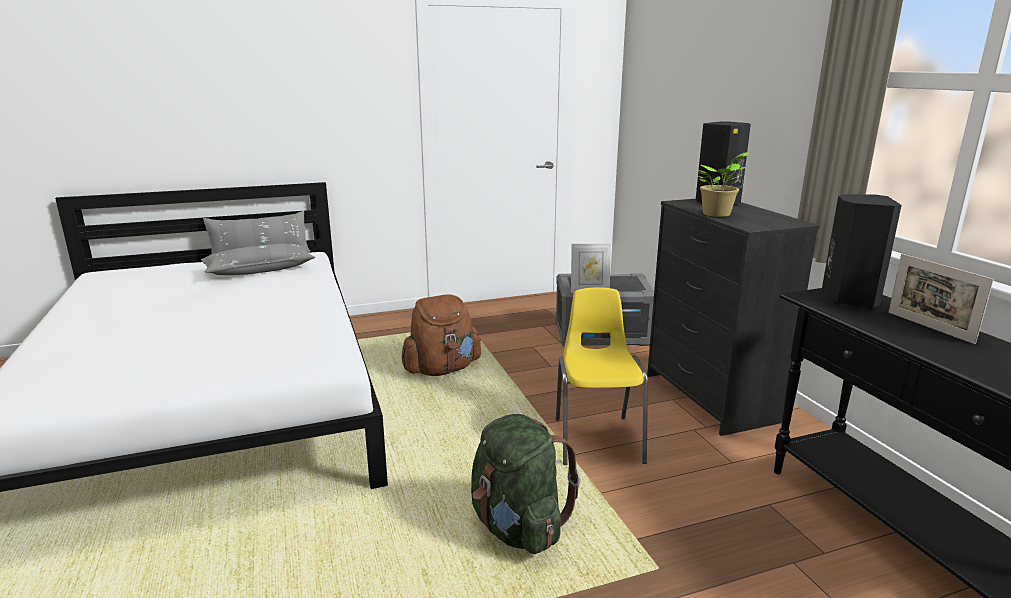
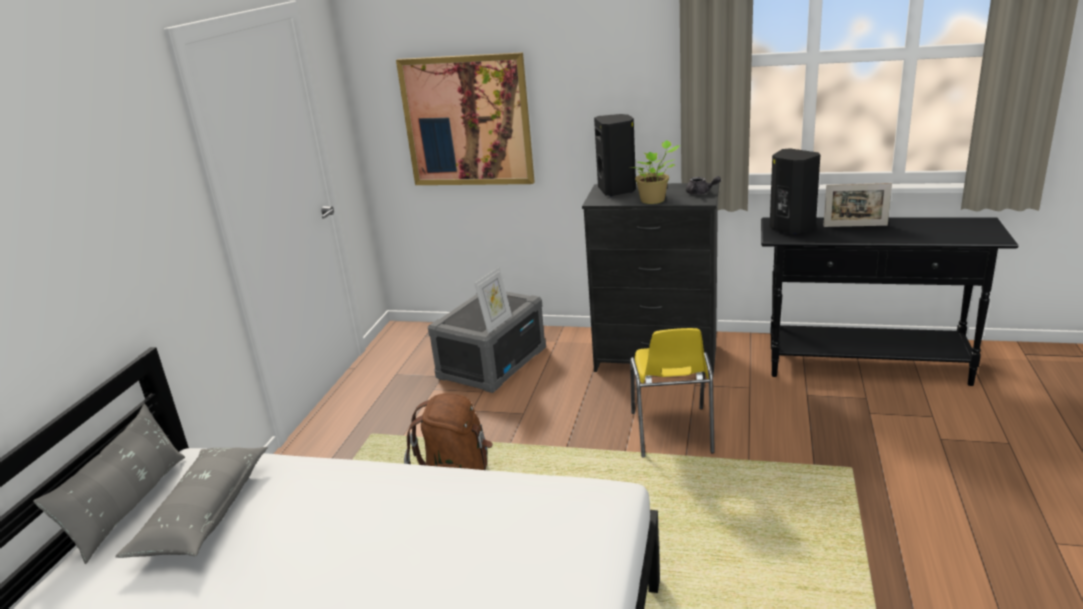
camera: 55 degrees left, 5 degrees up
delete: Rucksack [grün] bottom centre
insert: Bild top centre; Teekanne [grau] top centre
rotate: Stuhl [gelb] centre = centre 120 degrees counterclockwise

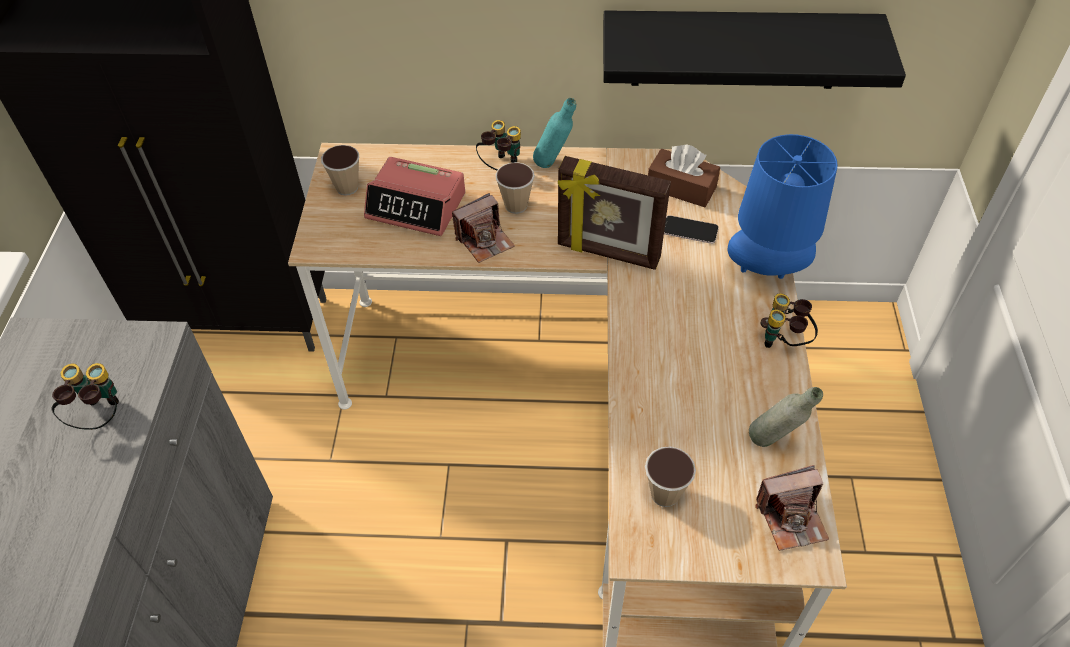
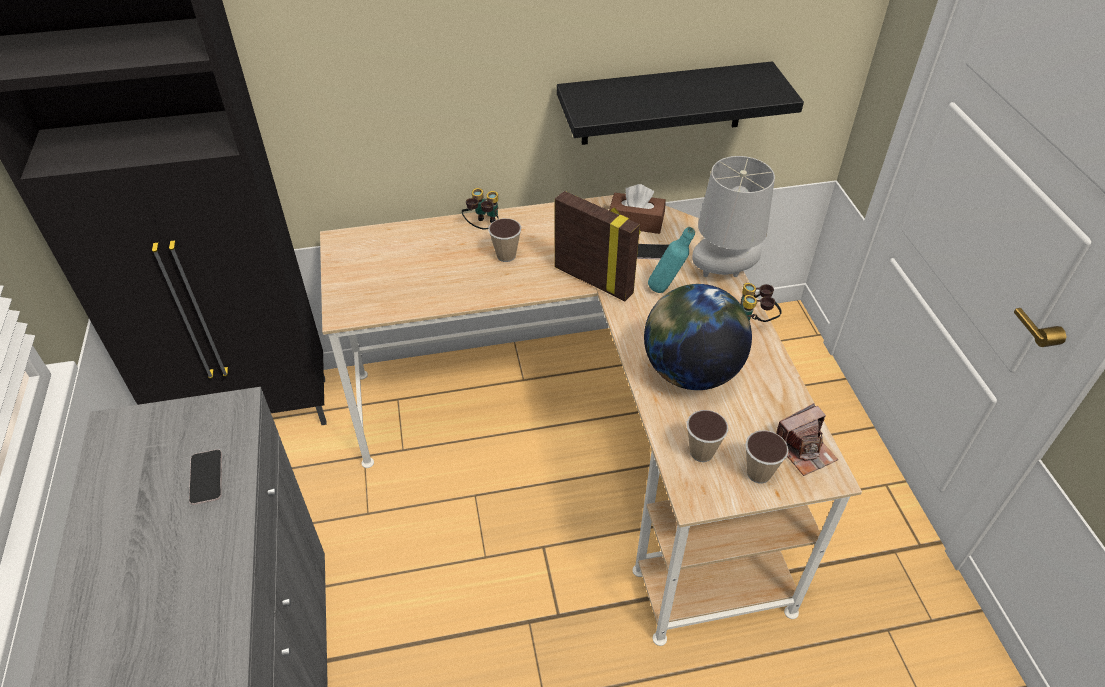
camera: 15 degrees left, 5 degrees down
delete: Wecker top centre; Kamera (1st from left) centre; Flasche [grau] middle right
insert: Globus centre
move: Tasse (1st from left in the first image) top left to Tasse (3rd from left) middle right; Flasche [türkis] top centre to centre
replace: Fernglas (1st from left) middle left to Handy (1st from left) bottom left
recolor: Tischlampe [blau] top right to Tischlampe [grau] top centre
rotate: Bilderrahmen top centre = centre 150 degrees counterclockwise

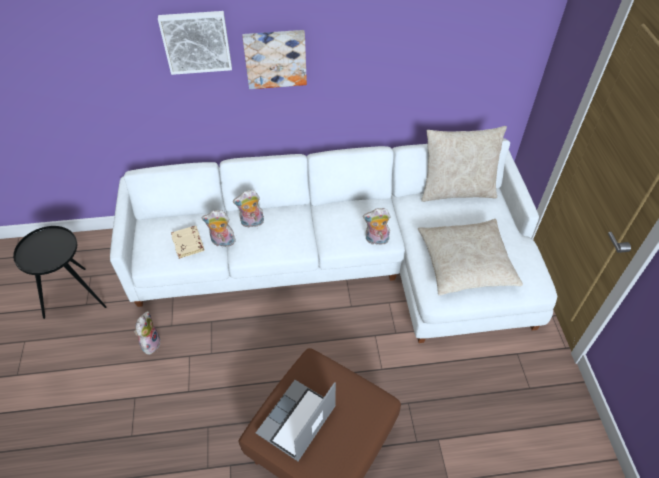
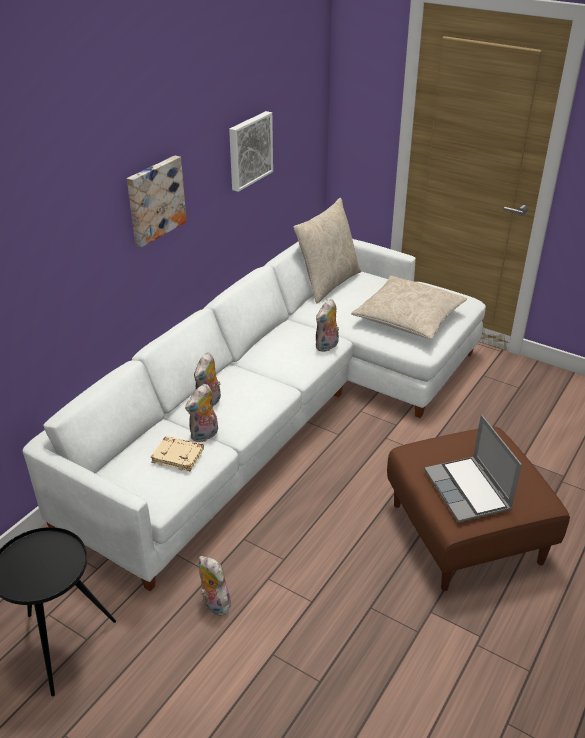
camera: 50 degrees left, 15 degrees down
move: Bild (1st from left in the first image) top left to Bild (2nd from left) top centre

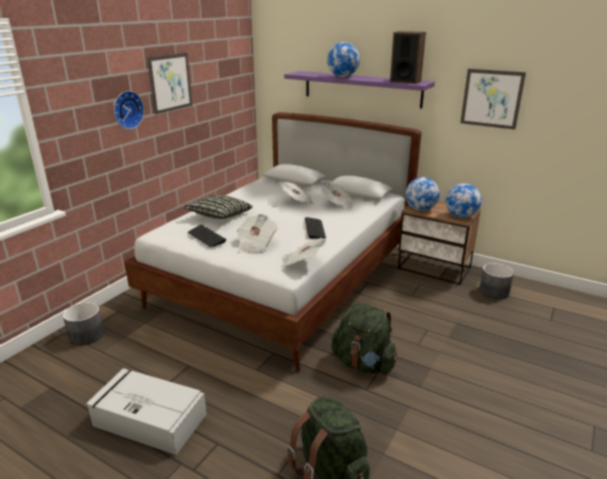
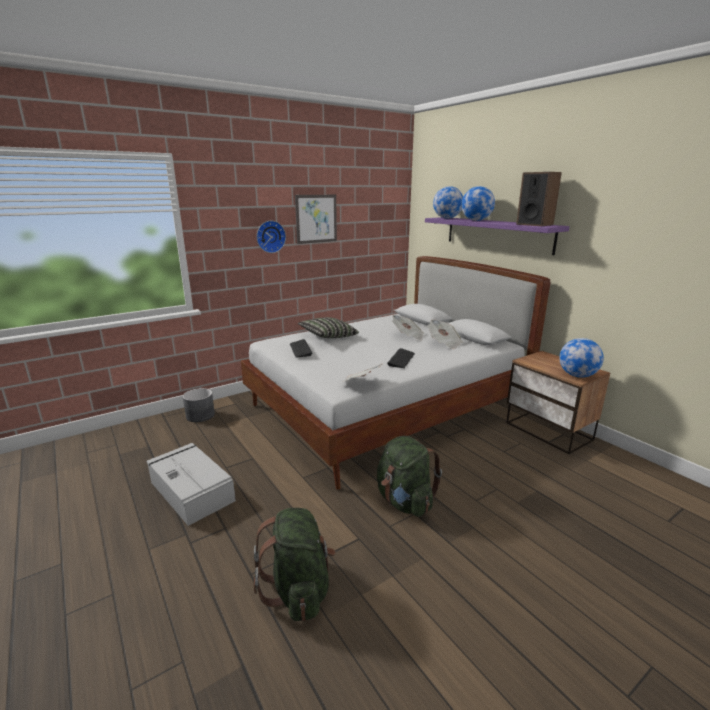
camera: 25 degrees right, 5 degrees down
delete: Zeitung (1st from left) centre; Bild (2nd from left) top right; Pflanzkübel [grau] (2nd from left) middle right
move: Globus (2nd from left in the first image) middle right to Globus (1st from left) top centre

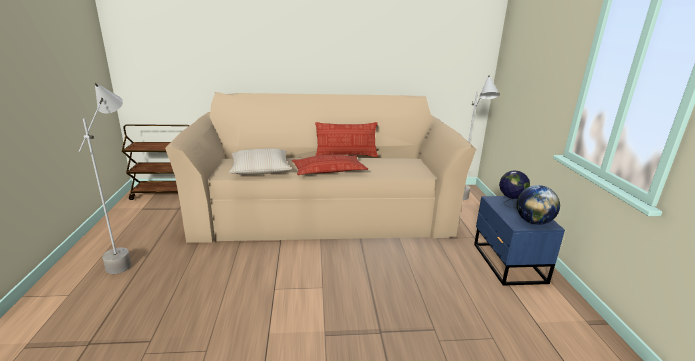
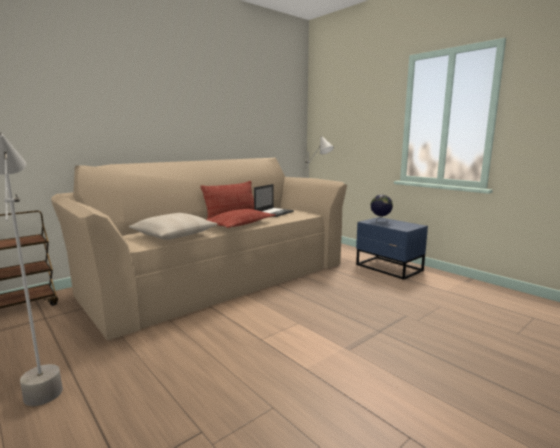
camera: 35 degrees left, 10 degrees down
delete: Globus (2nd from left) middle right
insert: Laptop centre

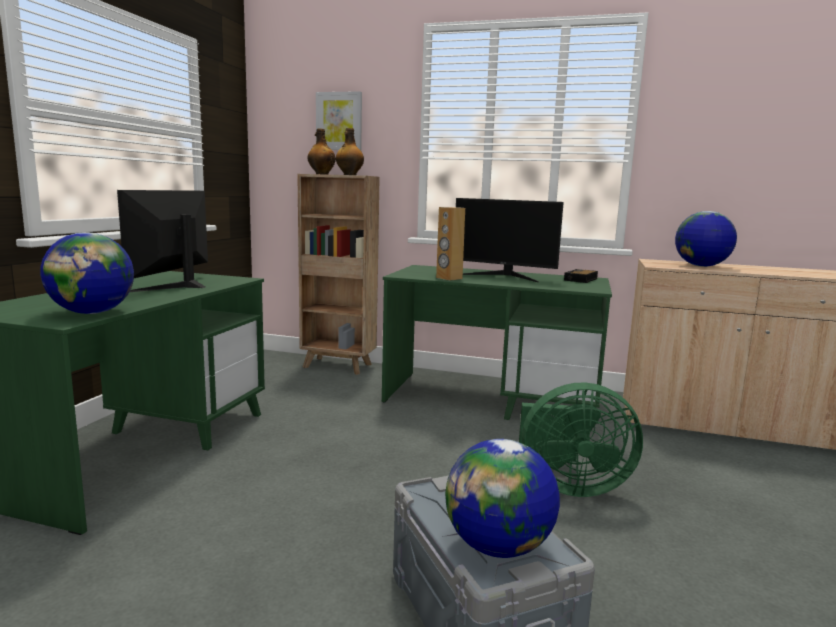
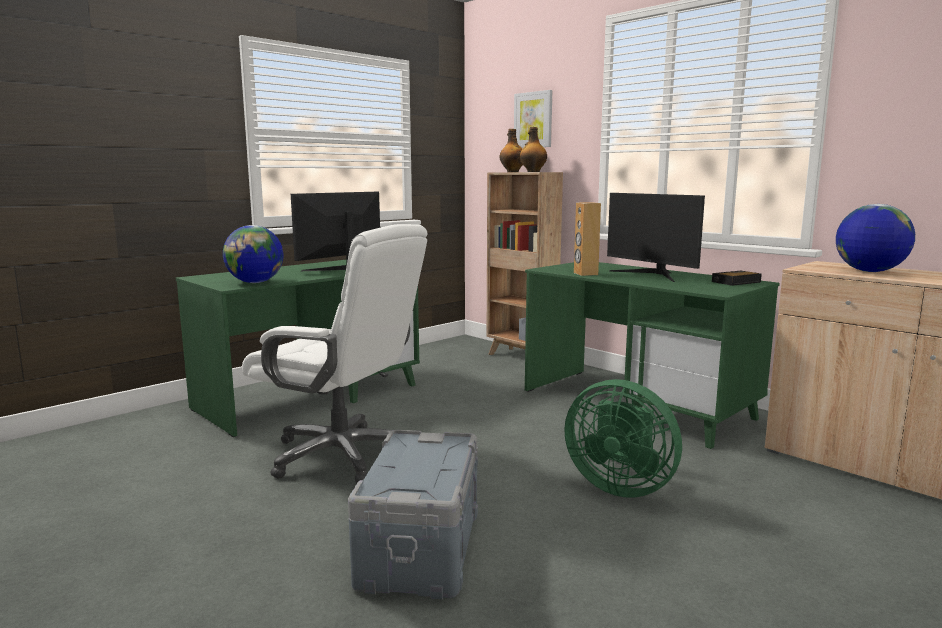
camera: 30 degrees right, 0 degrees up
delete: Globus (2nd from left) bottom centre
insert: Bürostuhl [weiß] centre

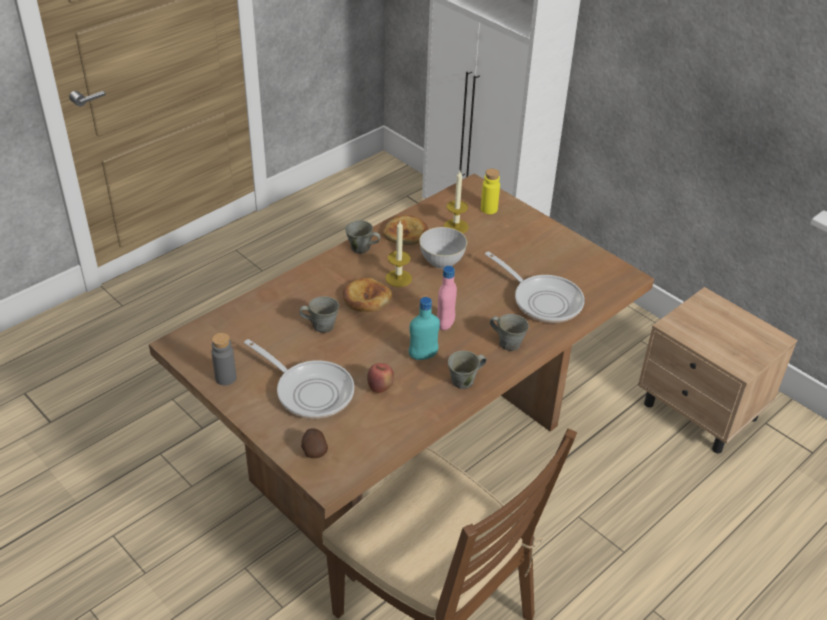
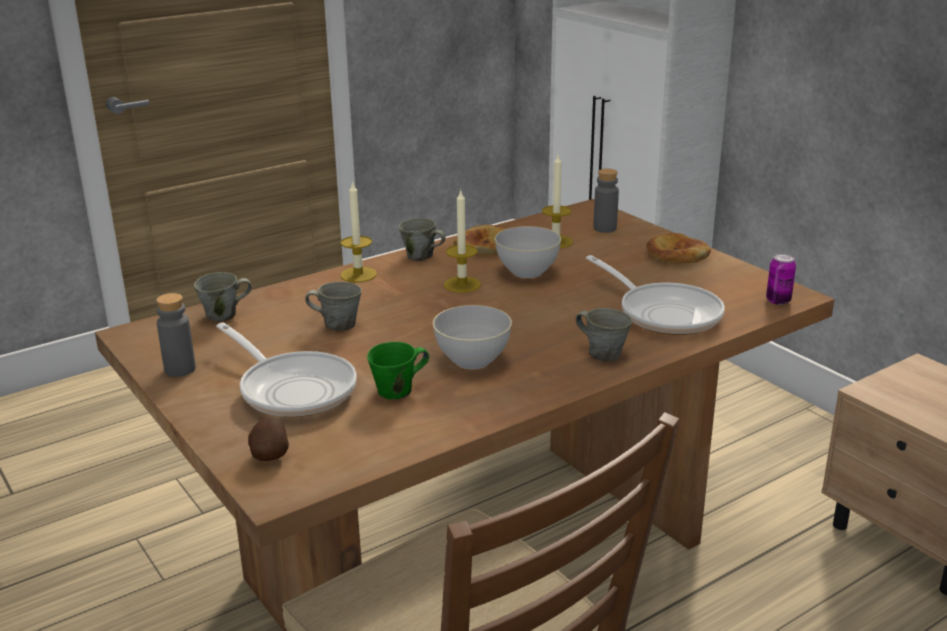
camera: 10 degrees right, 15 degrees down
delete: Flasche [rosa] centre
insert: Kerze (1st from left) centre; Dose middle right
move: Brot (1st from left in the first image) centre to Brot (2nd from left) middle right; Henkelbecher [grau] (3rd from left in the first image) centre to Henkelbecher [grau] (1st from left) middle left
replace: Apfel centre to Henkelbecher [grün] centre; Flasche [türkis] centre to Schüssel [grau] (1st from left) centre
recolor: Flasche [gelb] top centre to Flasche [grau] (2nd from left) top centre

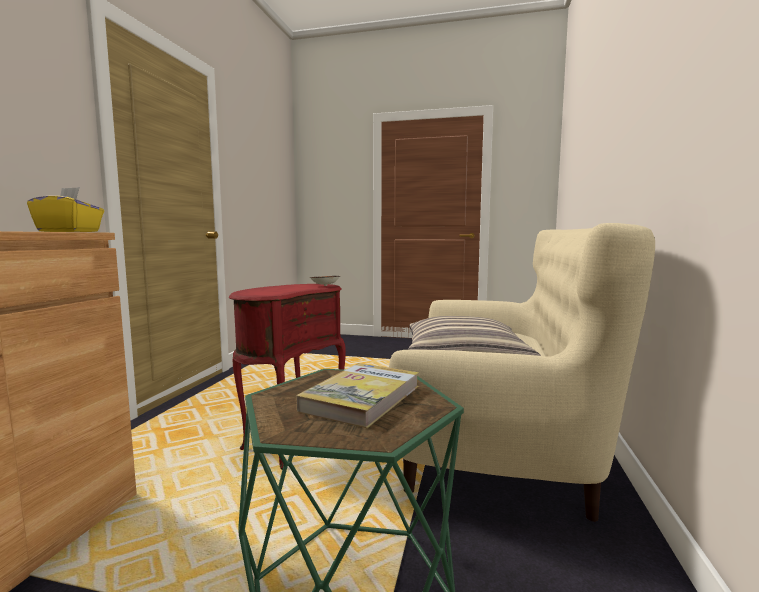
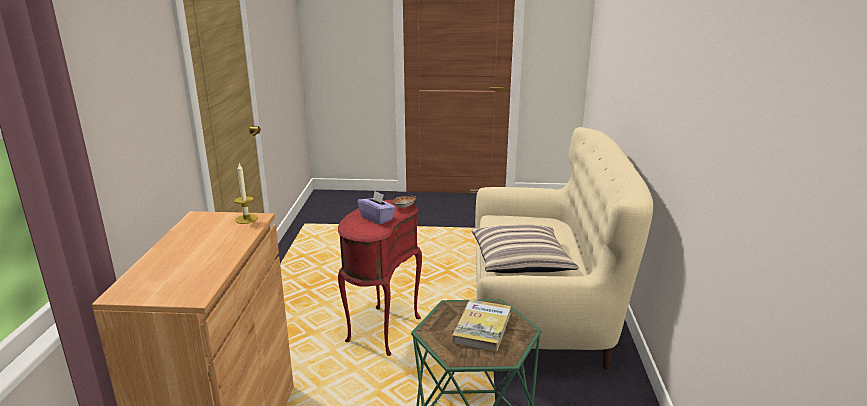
camera: 10 degrees left, 15 degrees up
insert: Taschentuchbox [lila] centre
replace: Taschentuchbox [gelb] middle left to Kerze middle left

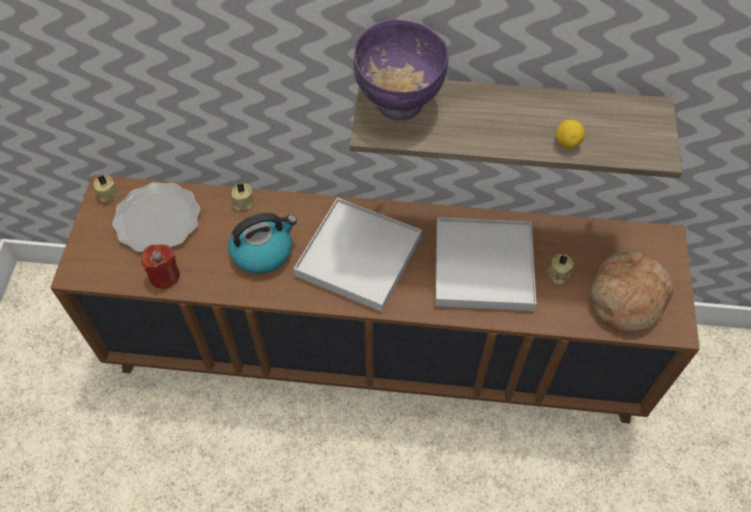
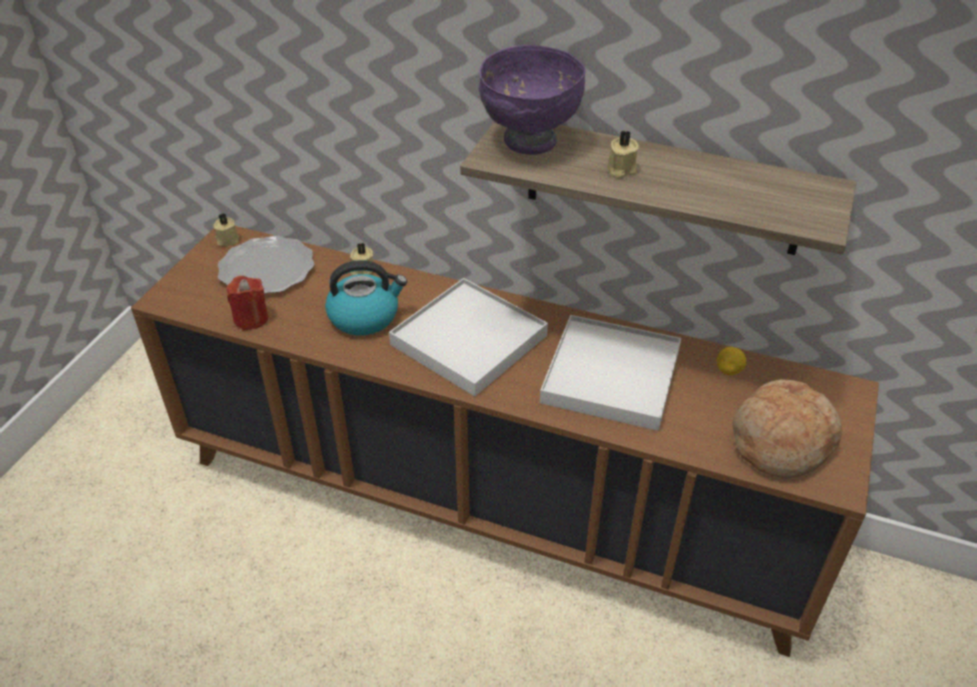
camera: 15 degrees right, 15 degrees down
move: Kerze [beige] (3rd from left) middle right to top centre; Zitrone top right to middle right

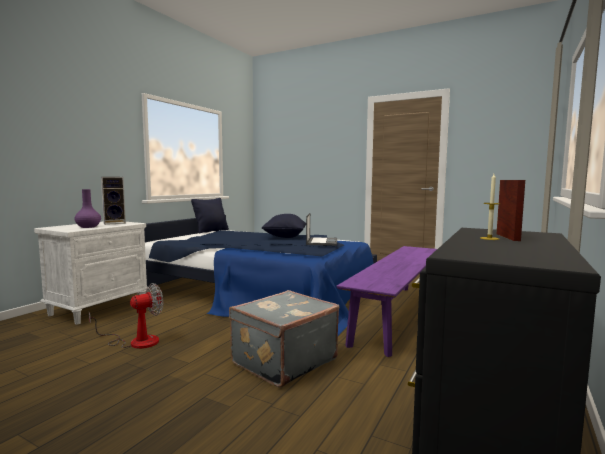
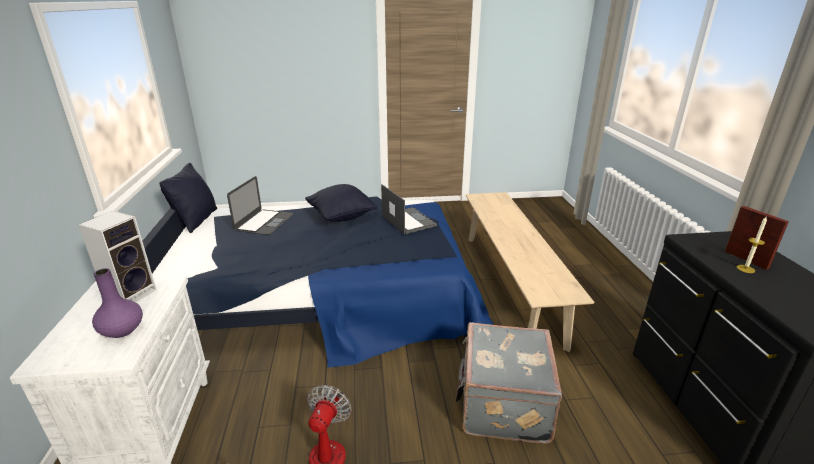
camera: 35 degrees left, 20 degrees up
insert: Laptop (1st from left) middle left
recolor: Bank [lila] centre to Bank [beige] centre

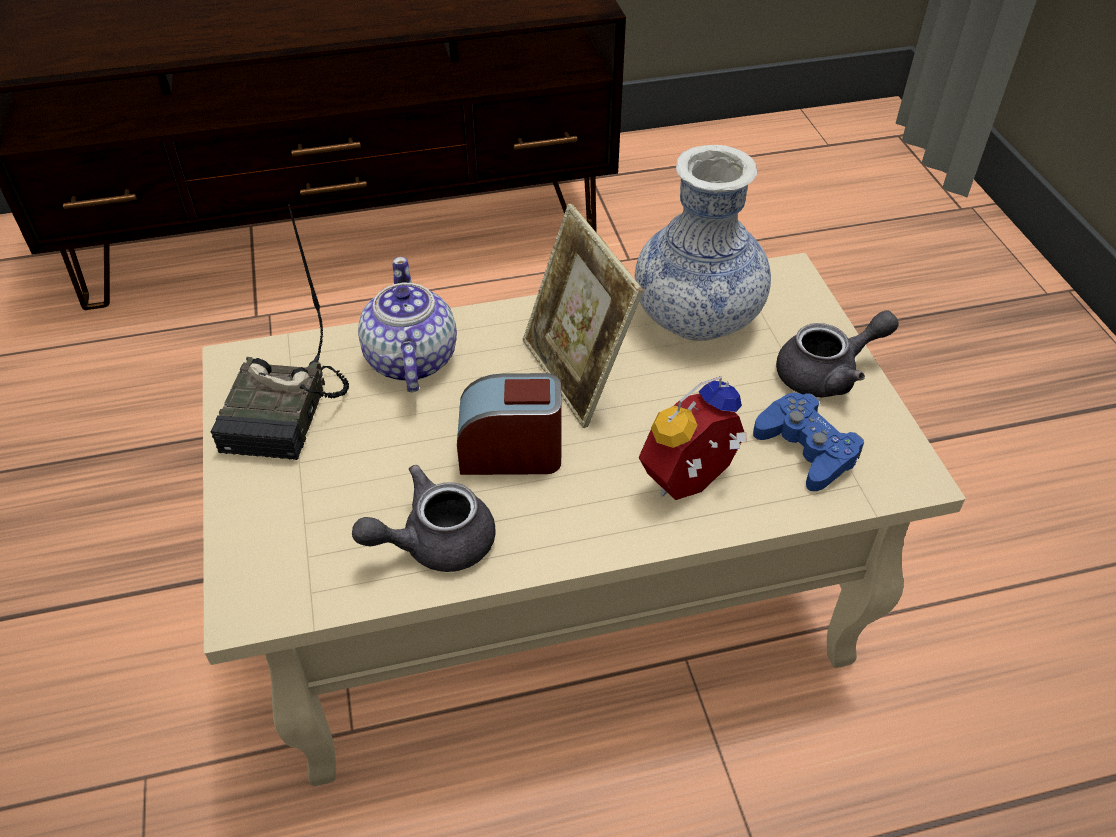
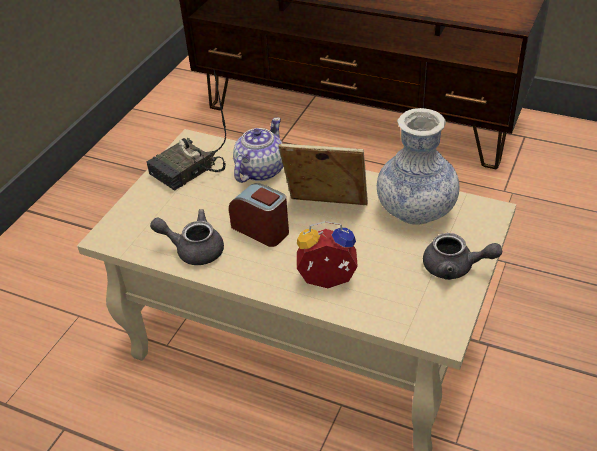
camera: 40 degrees right, 5 degrees down
delete: Gamepad [blau] middle right
rotate: Bilderrahmen centre = centre 90 degrees clockwise

